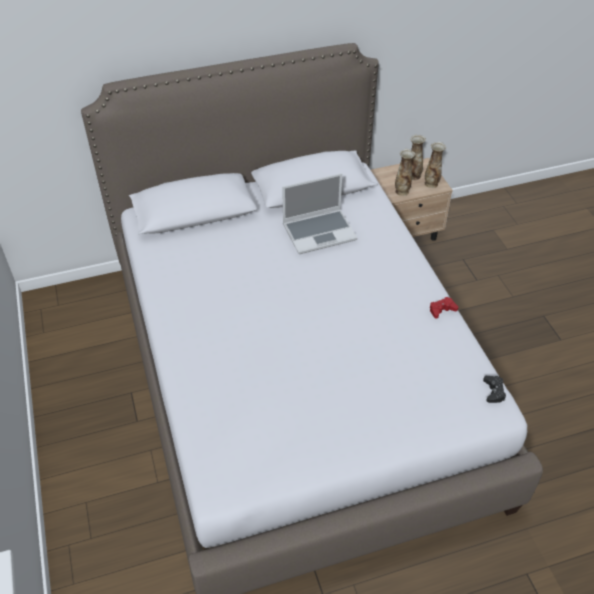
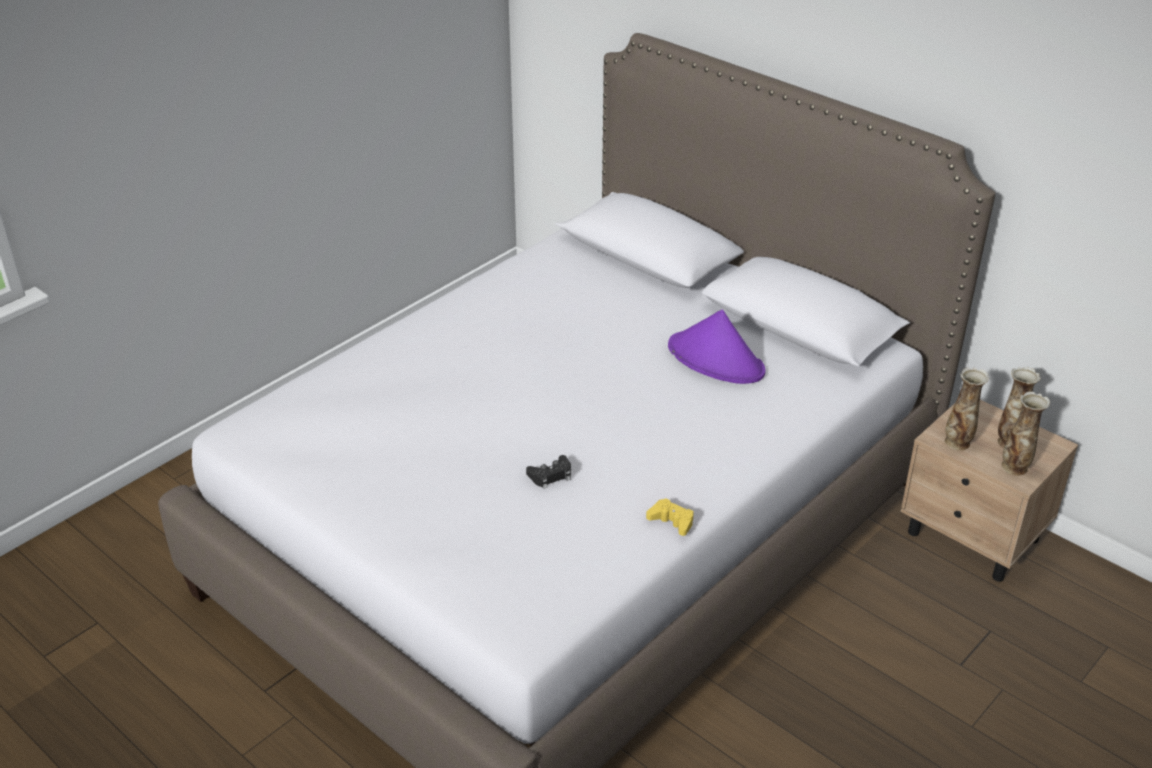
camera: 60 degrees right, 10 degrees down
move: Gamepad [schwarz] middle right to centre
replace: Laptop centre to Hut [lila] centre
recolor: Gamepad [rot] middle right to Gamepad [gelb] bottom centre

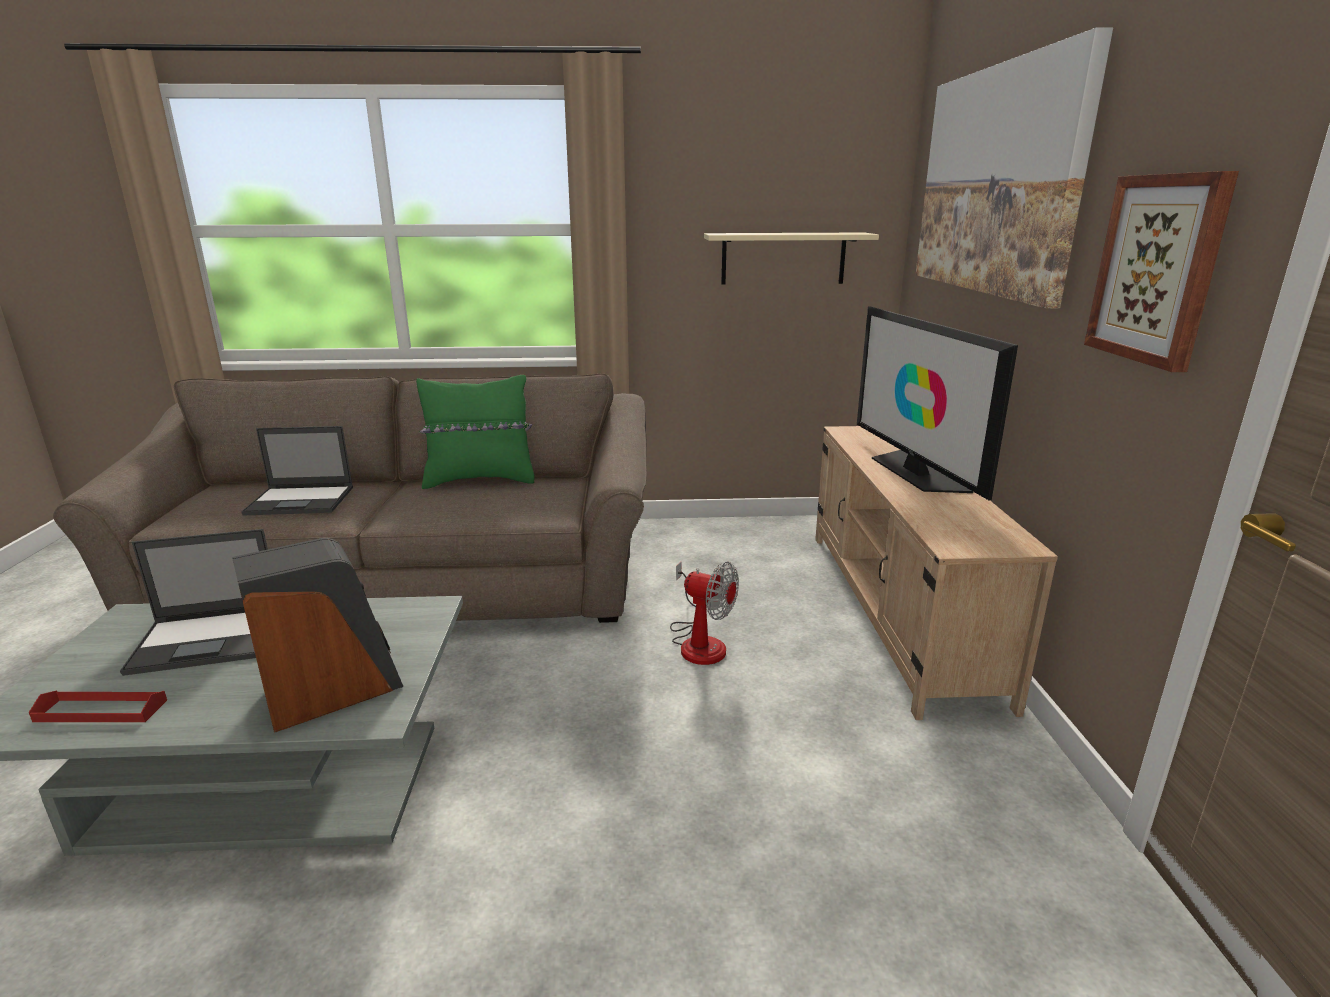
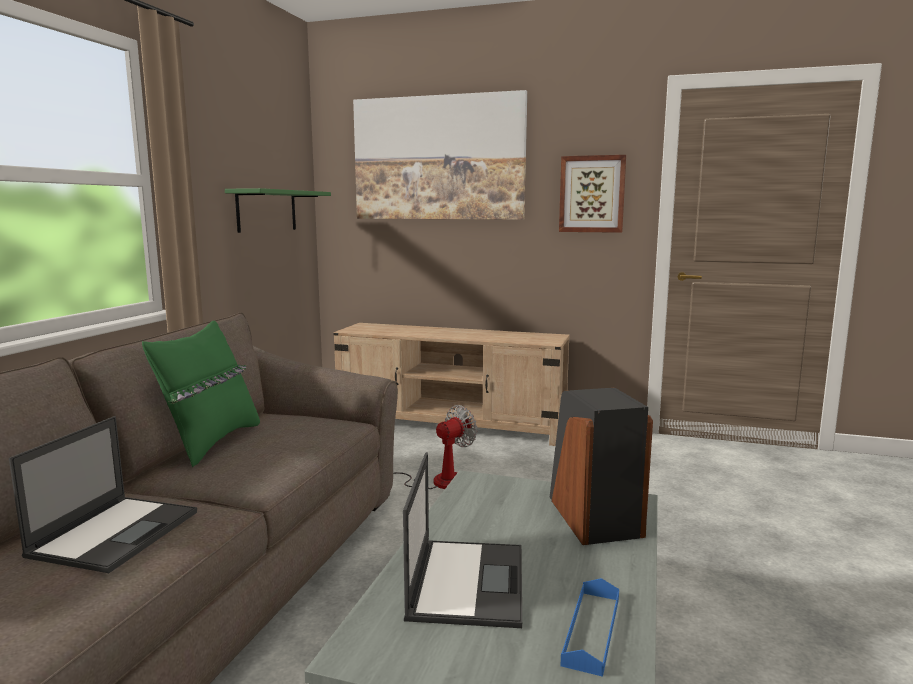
camera: 70 degrees left, 10 degrees down
delete: Fernseher middle right
recolor: Tablett [rot] bottom left to Tablett [blau] bottom centre; Wandregal [beige] top centre to Wandregal [grün] top left

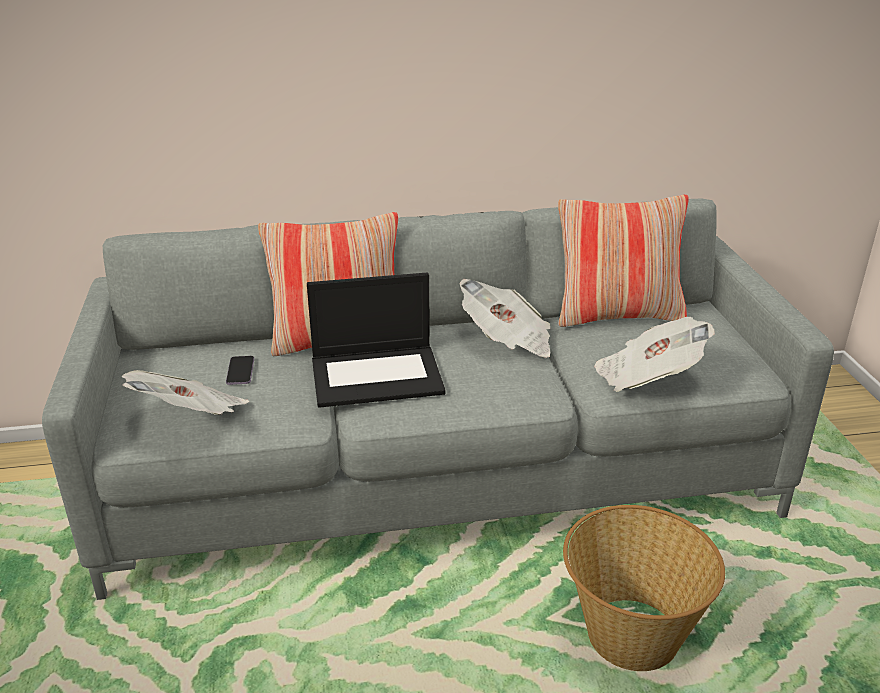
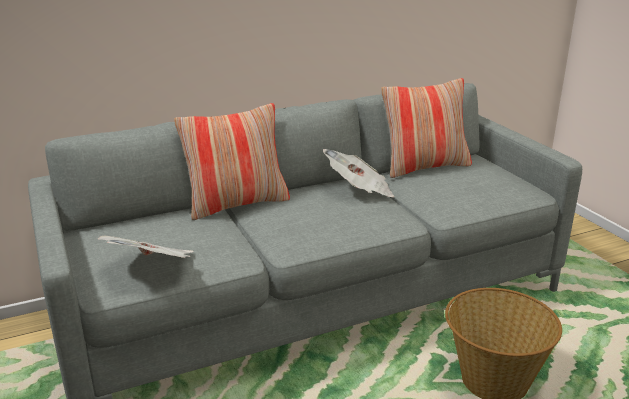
camera: 15 degrees left, 5 degrees down
delete: Handy middle left; Laptop centre; Zeitung (3rd from left) middle right

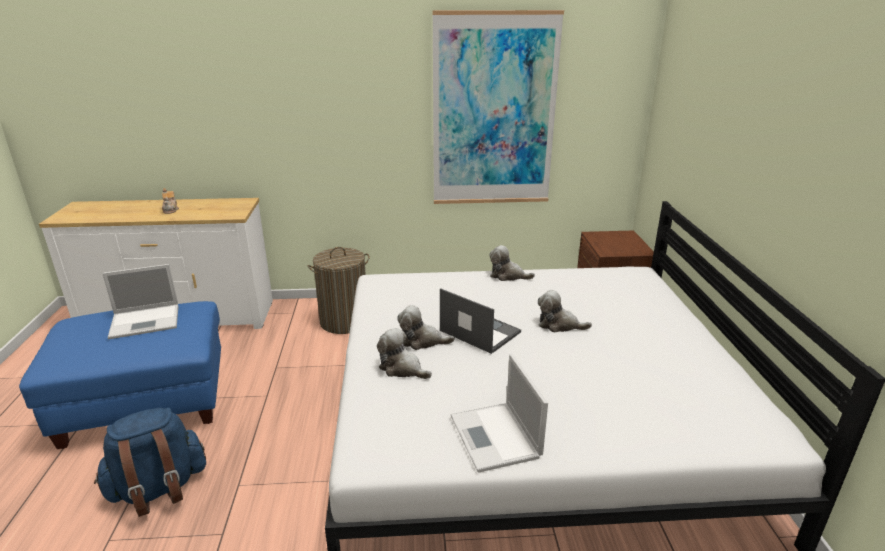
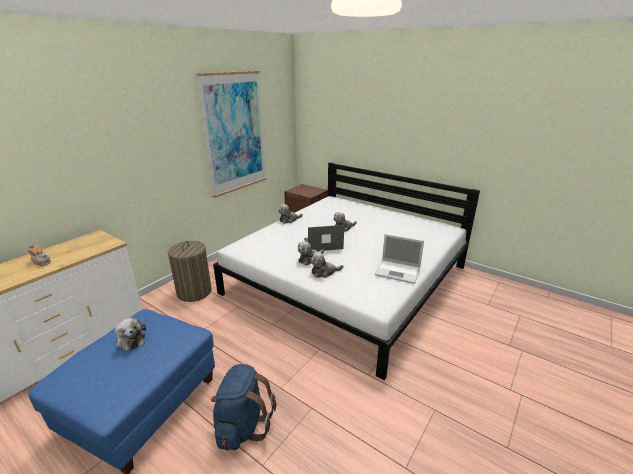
camera: 50 degrees left, 0 degrees up
replace: Laptop (1st from left) middle left to Plüschtier (1st from left) bottom left

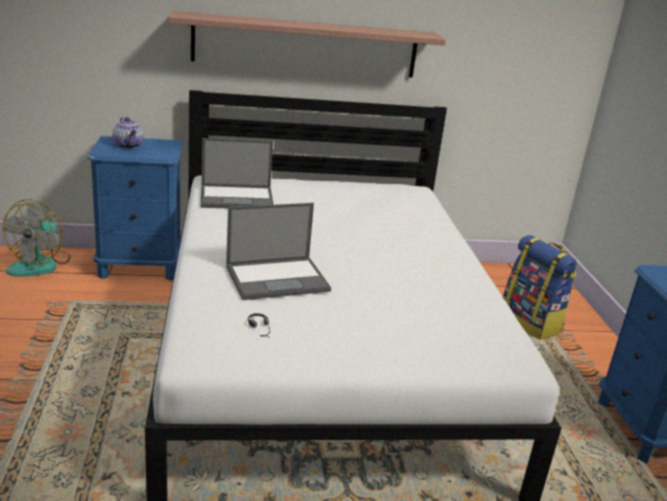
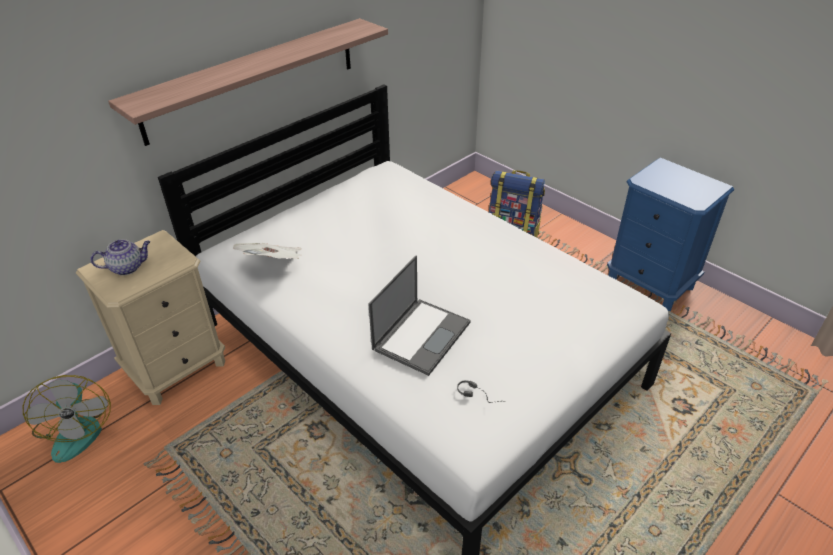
camera: 35 degrees left, 15 degrees up
replace: Laptop (1st from left) centre to Zeitung middle left
recolor: Nachttisch [blau] (1st from left) middle left to Nachttisch [beige] middle left
rotate: Teekanne top left = middle left 45 degrees counterclockwise

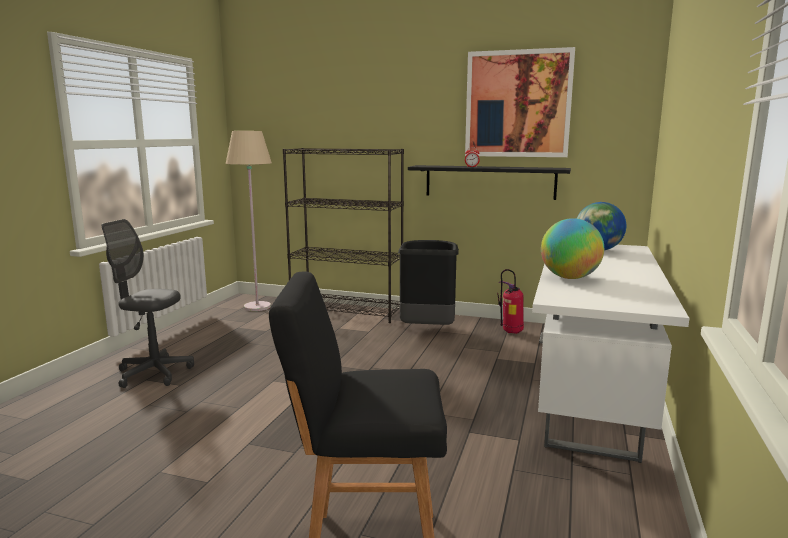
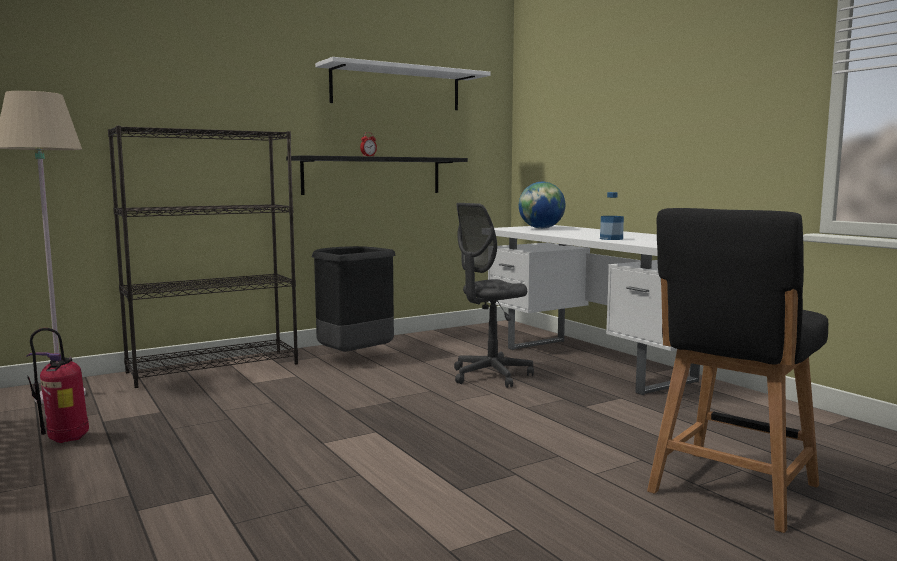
camera: 50 degrees left, 5 degrees down
move: Bürostuhl [grau] middle left to centre; Feuerlöscher centre to bottom left
replace: Bild top centre to Wandregal [weiß] top centre; Globus (1st from left) middle right to Flasche middle right

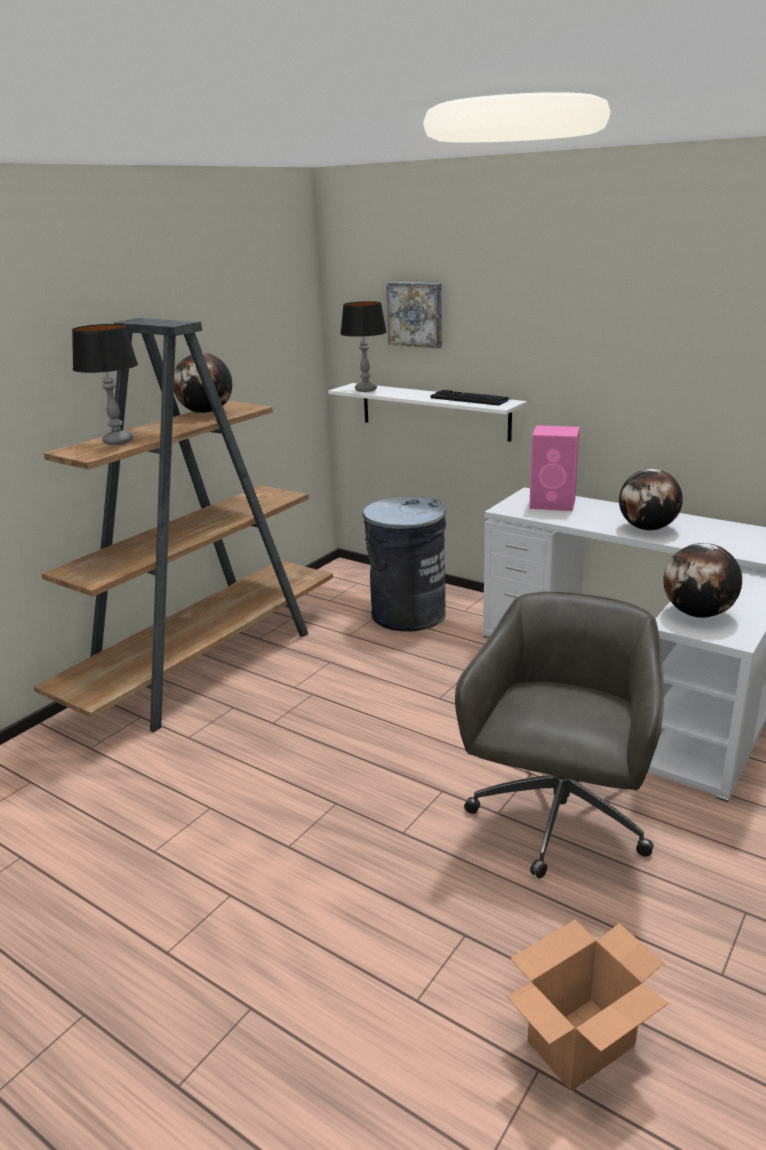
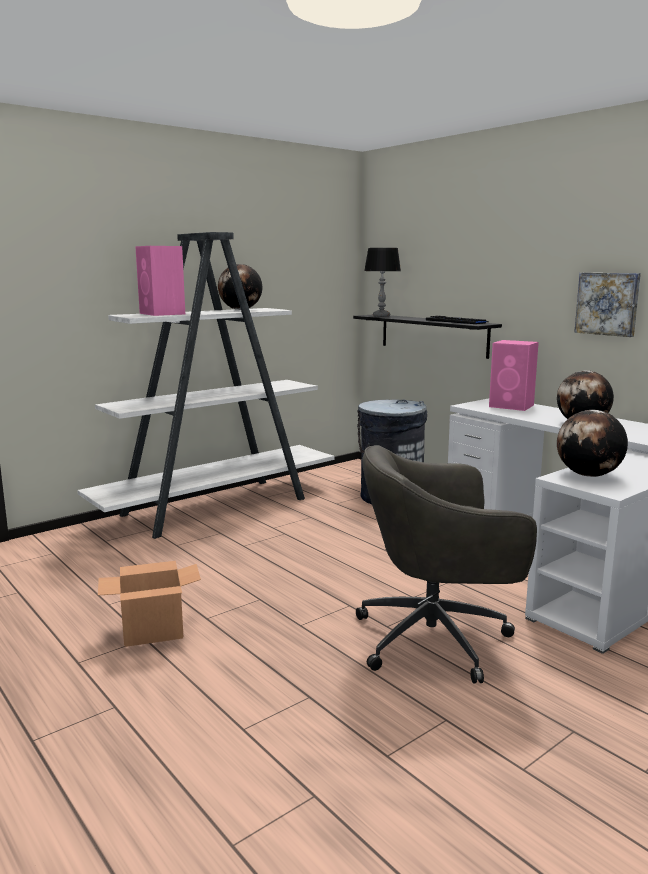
camera: 15 degrees right, 10 degrees down
move: Bild top centre to middle right; Karton bottom right to bottom left
replace: Tischlampe (1st from left) middle left to Lautsprecher [rosa] (1st from left) top left
recolor: Bücherregal [braun] middle left to Bücherregal [weiß] middle left; Wandregal [weiß] centre to Wandregal [schwarz] centre
rotate: Bürostuhl [grau] middle right = middle right 135 degrees counterclockwise

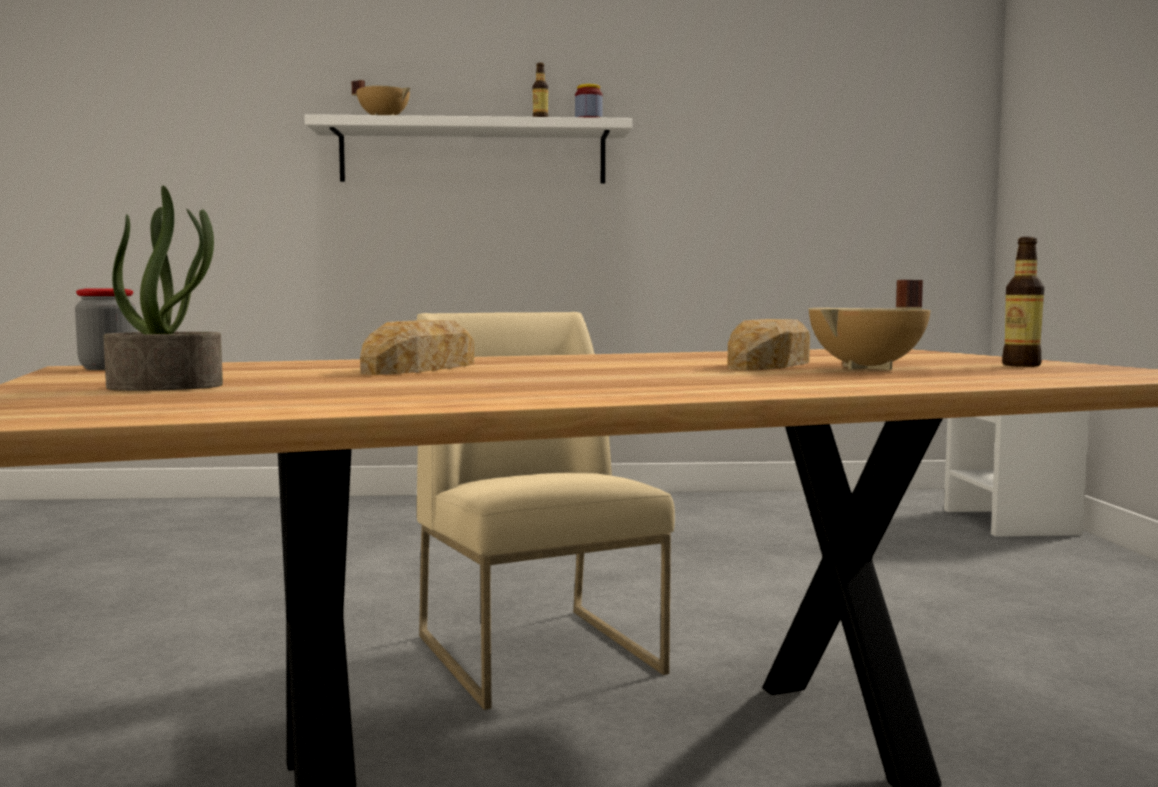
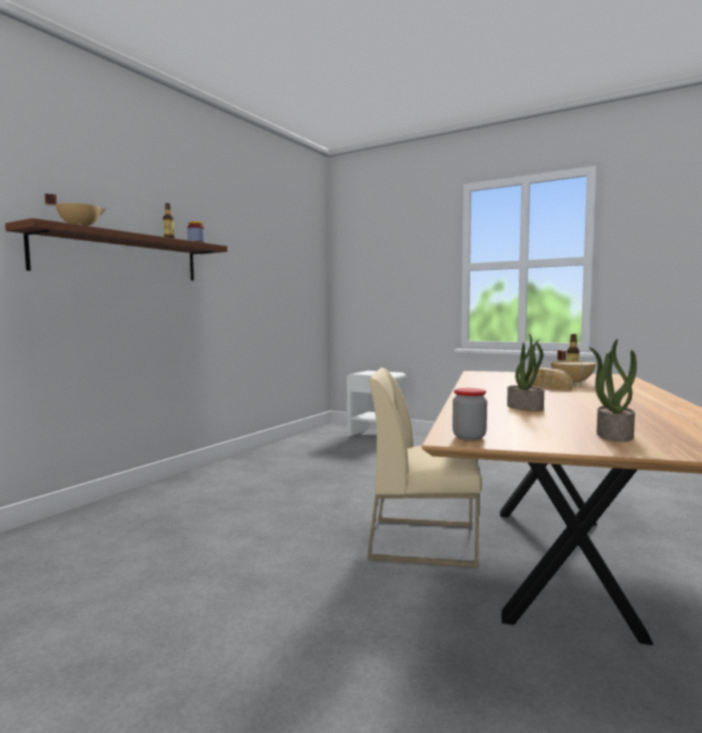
camera: 55 degrees left, 0 degrees up
replace: Brot (1st from left) centre to Topfpflanze (1st from left) middle right
recolor: Wandregal [weiß] top centre to Wandregal [braun] middle left

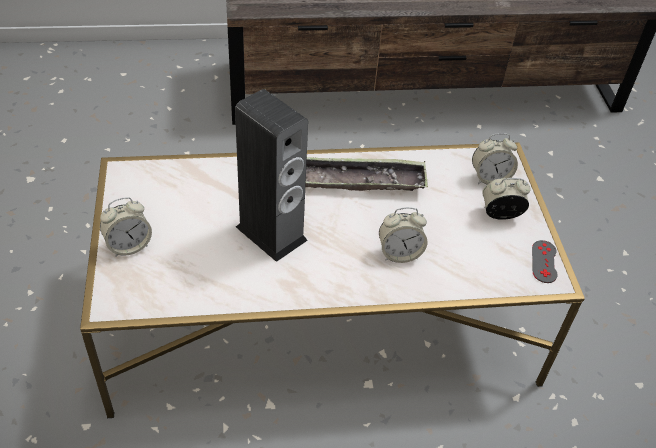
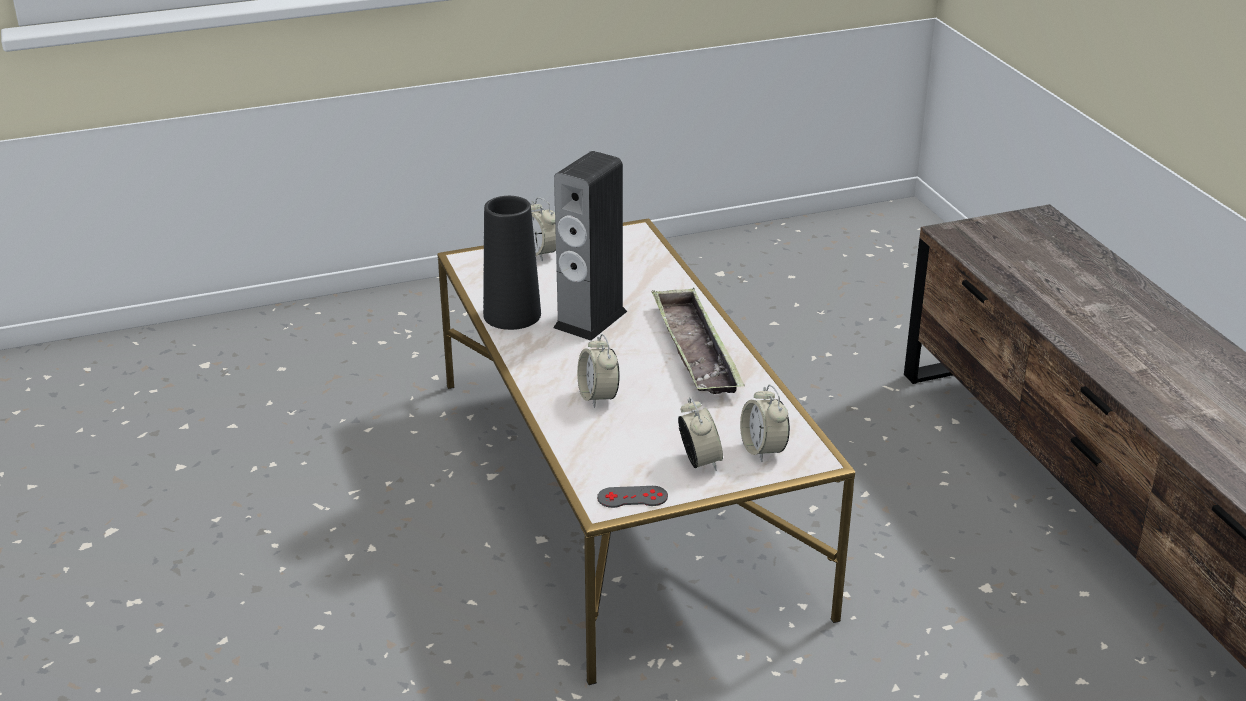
camera: 80 degrees right, 15 degrees down
insert: Vase [schwarz] centre

